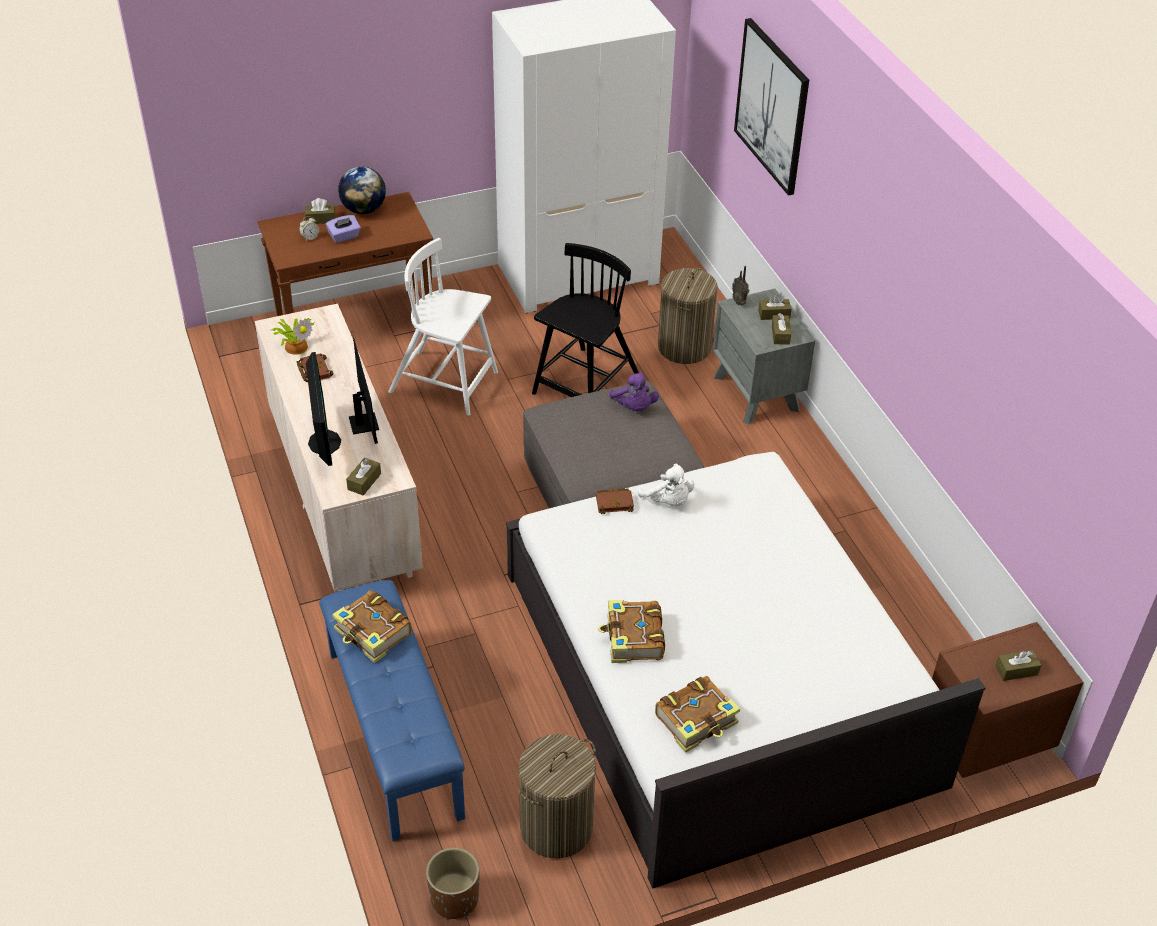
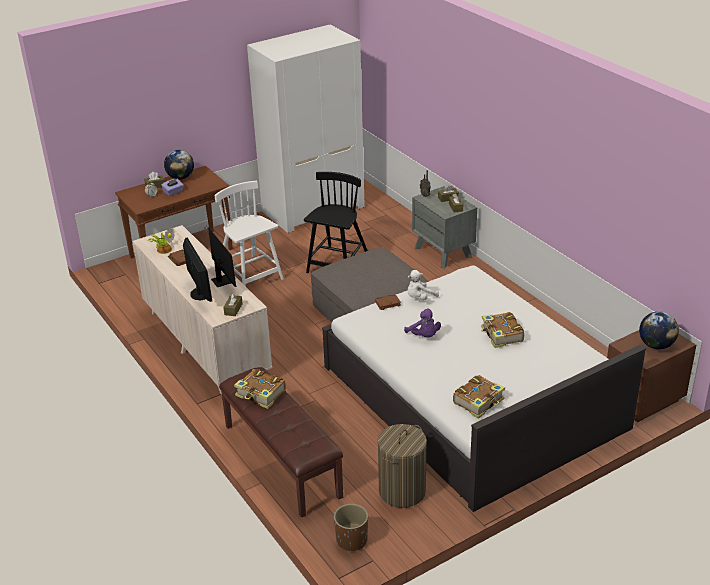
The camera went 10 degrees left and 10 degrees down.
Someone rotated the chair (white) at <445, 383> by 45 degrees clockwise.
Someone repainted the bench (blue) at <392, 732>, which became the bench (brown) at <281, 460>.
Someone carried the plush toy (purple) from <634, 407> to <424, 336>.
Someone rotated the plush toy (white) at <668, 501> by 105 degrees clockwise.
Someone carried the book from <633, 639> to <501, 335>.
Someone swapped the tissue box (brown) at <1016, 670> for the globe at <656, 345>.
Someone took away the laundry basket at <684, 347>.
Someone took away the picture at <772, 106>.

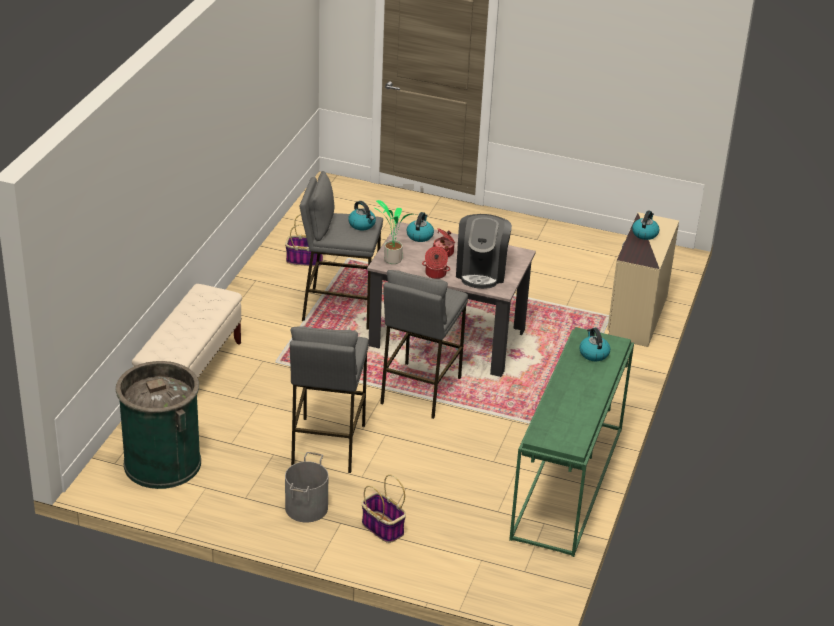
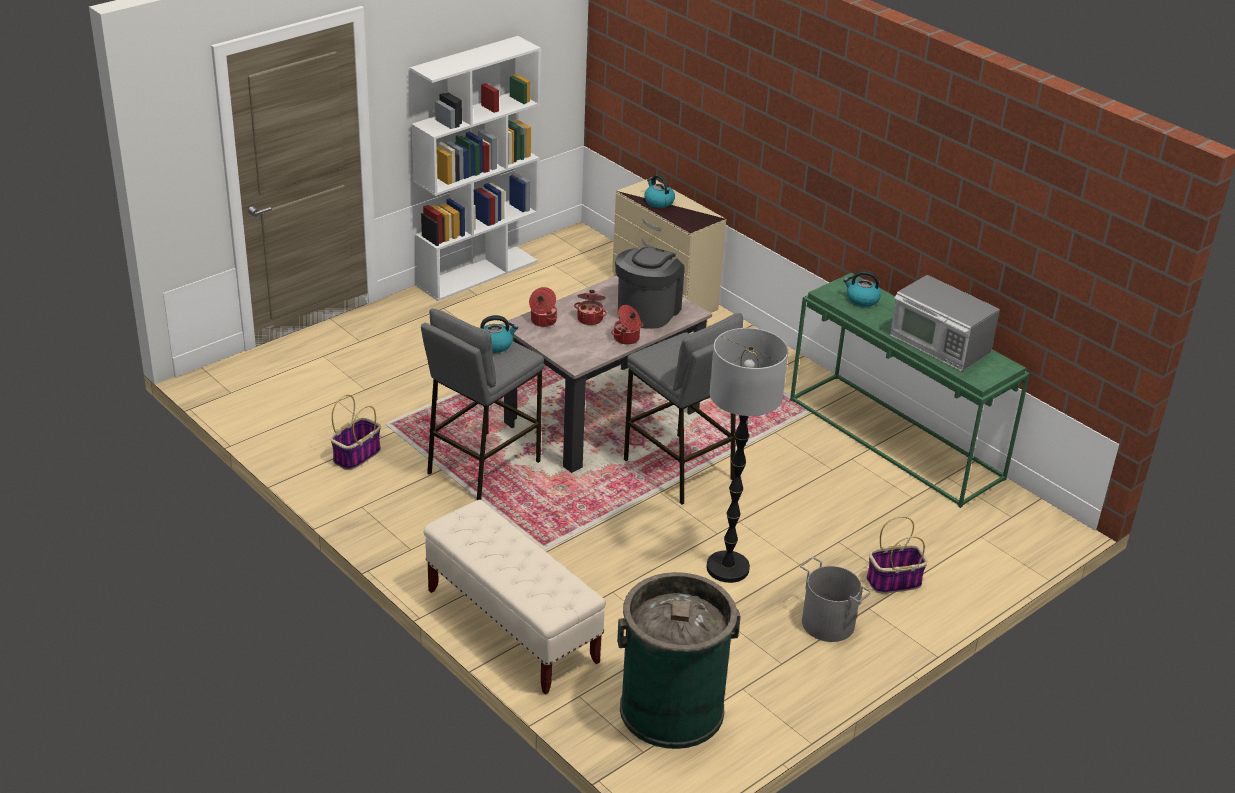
The camera went 60 degrees left and 0 degrees up.
Someone put down the bookcase (white) at <478, 273>.
Someone swapped the kettle at <420, 236> for the cooking pot at <542, 321>.
Someone rotated the coffee machine at <481, 271> by 105 degrees counterclockwise.
Someone swapped the stool (grey) at <327, 445> for the floor lamp at <727, 568>.
Someone put down the microwave at <939, 344>.
Someone took away the potted plant at <391, 260>.

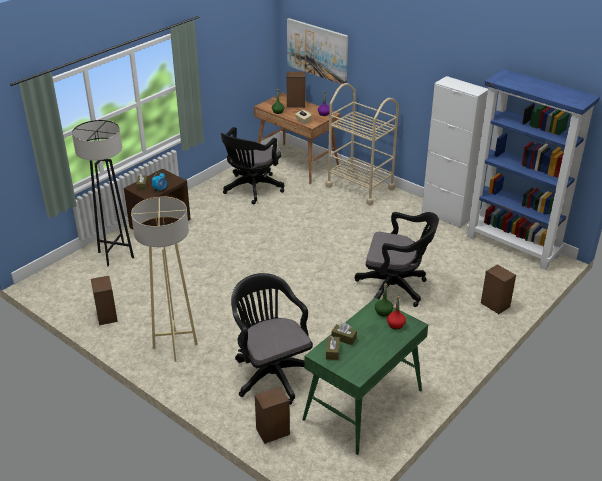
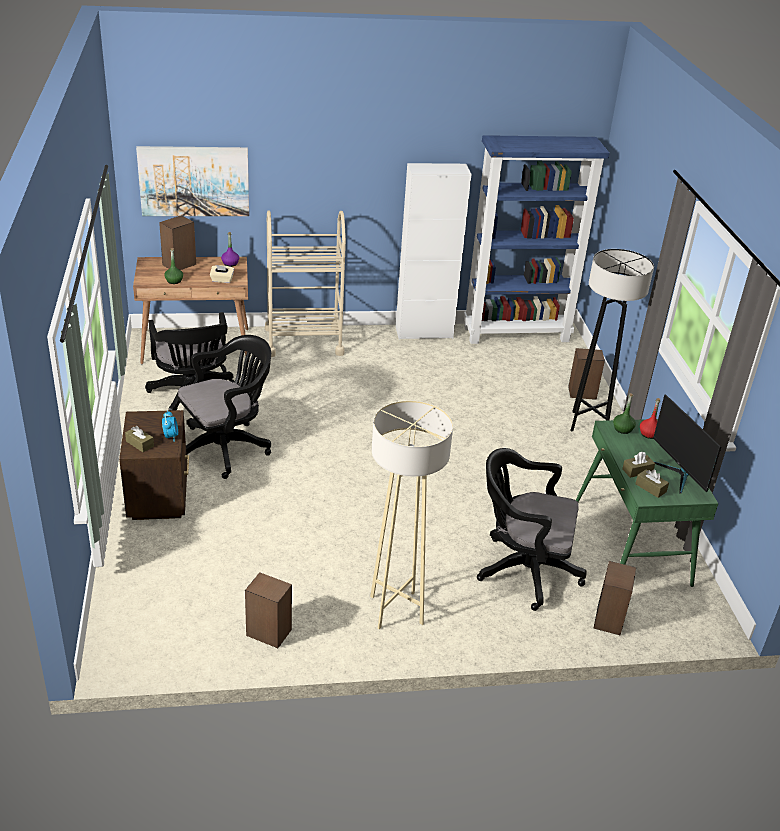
The camera went 50 degrees left and 0 degrees up.
Someone carried the office chair (black) from <395, 288> to <227, 447>.
Someone carried the floor lamp (grey) from <116, 255> to <589, 424>.
Someone put down the monitor at <678, 474>.

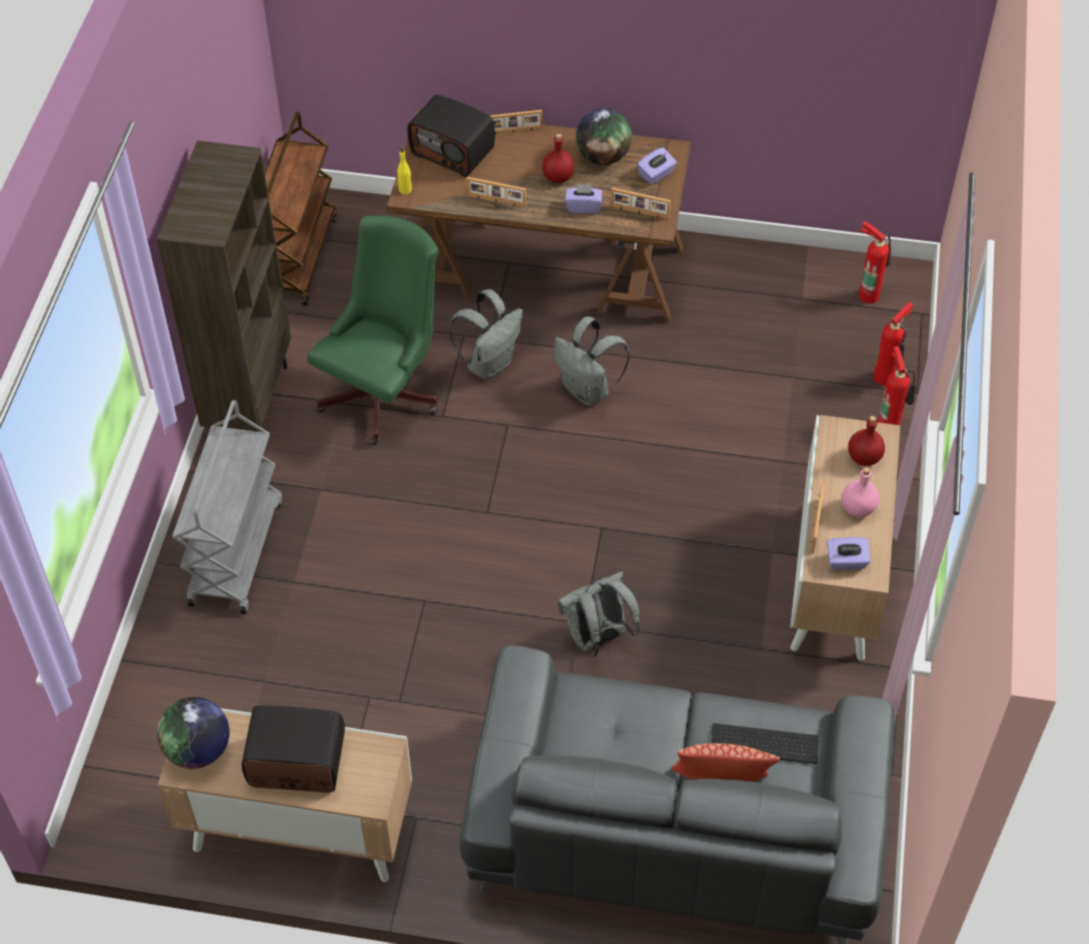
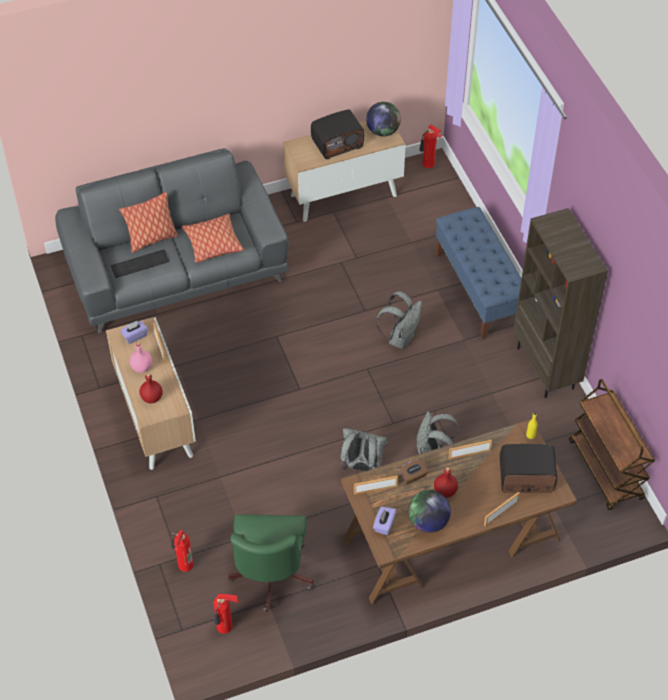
The camera went 150 degrees right and 0 degrees up.
Someone put down the pillow at <213, 243>.
Someone carried the office chair (green) from <385, 392> to <270, 578>.
Someone carried the backpack (grey) from <597, 638> to <400, 337>.
Someone repainted the tissue box (purple) at <583, 207>, which became the tissue box (brown) at <413, 476>.
Someone carried the fire extinguisher from <890, 424> to <428, 165>.
Someone swapped the cart (grey) at <235, 551> for the bench (blue) at <478, 290>.

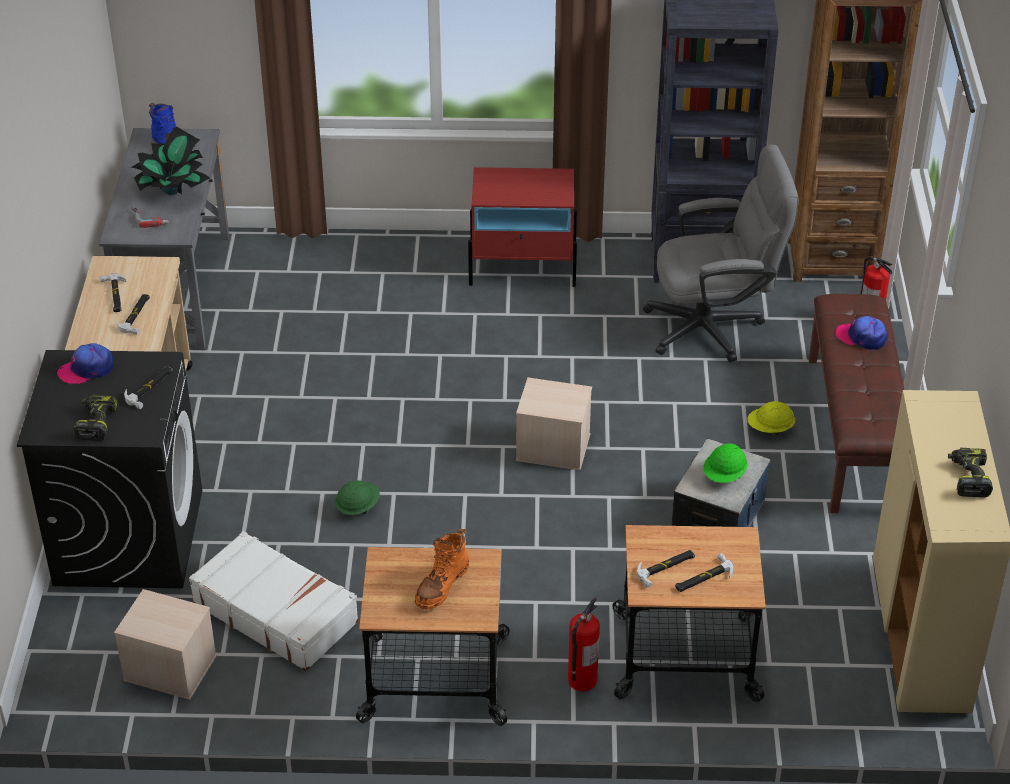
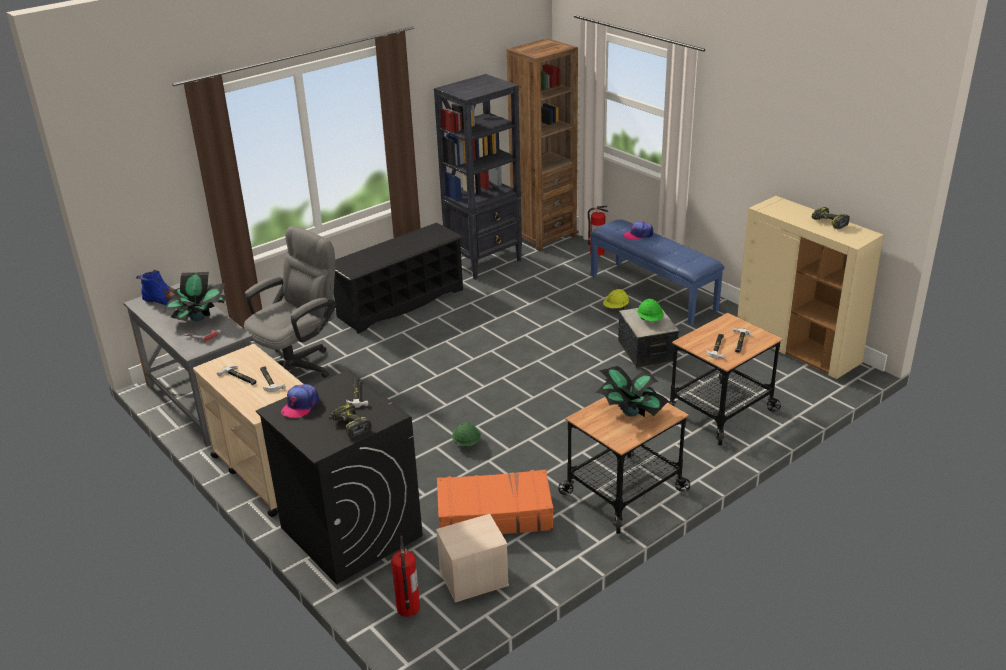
The camera went 40 degrees left and 10 degrees down.
Someone carried the office chair (grey) from <715, 327> to <298, 365>.
Someone swapped the nightstand (red) at <523, 269> for the shoe rack (black) at <400, 303>.
Someone carried the fire extinguisher from <582, 680> to <408, 608>.
Someone repainted the suitcase (white) at <276, 612>, which became the suitcase (orange) at <494, 514>.
Someone repainted the bench (brown) at <854, 433>, which became the bench (blue) at <653, 292>.
Someone swapped the boot (orange) at <441, 585> for the potted plant at <630, 412>.
Someone took away the storage box (beige) at <552, 448>.

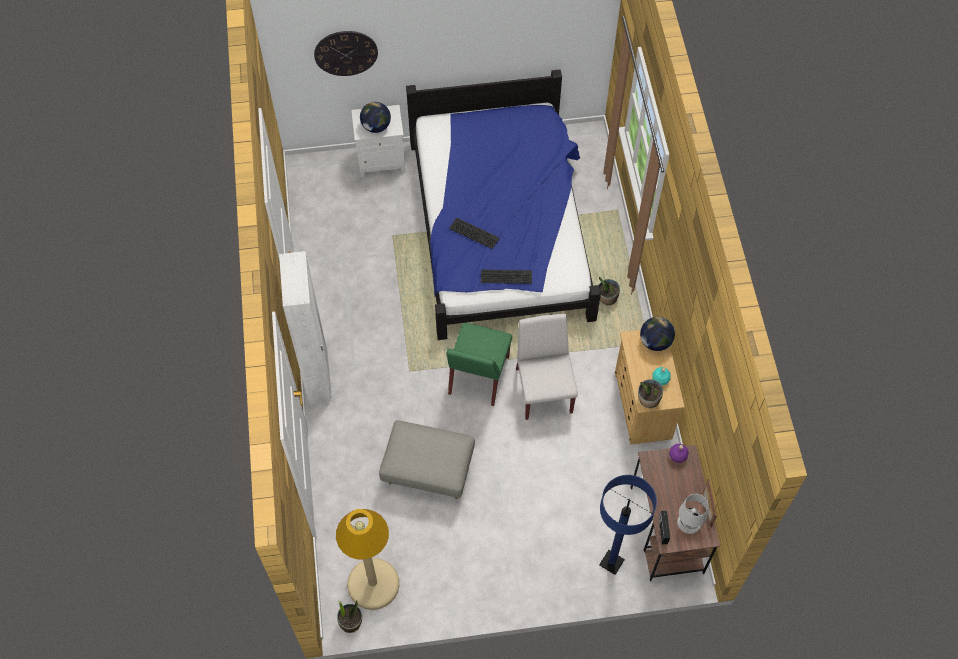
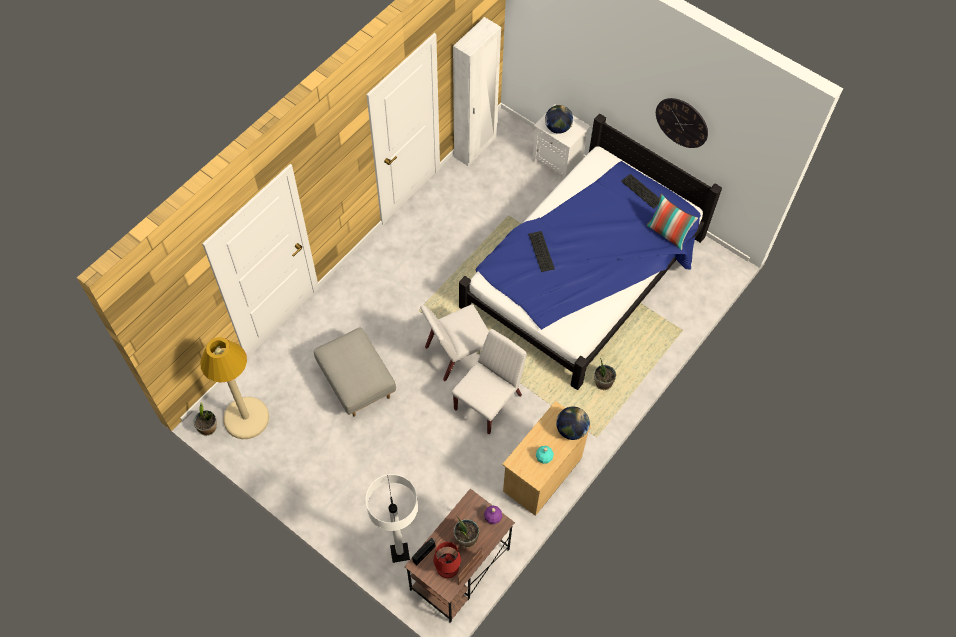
The camera went 45 degrees right and 0 degrees up.
Someone repainted the floor lamp (blue) at <611, 562>, which became the floor lamp (white) at <400, 553>.
Someone repainted the chair (green) at <478, 376>, which became the chair (white) at <457, 353>.
Someone repainted the table lamp (white) at <689, 522>, which became the table lamp (red) at <447, 567>.
Someone carried the wardrobe (white) from <318, 378> to <475, 148>.
Someone carried the potted plant from <648, 400> to <466, 538>.
Someone carried the keyboard from <507, 276> to <642, 191>.
Someone put down the pillow at <668, 233>.
Someone carried the wall clock from <346, 53> to <682, 122>.

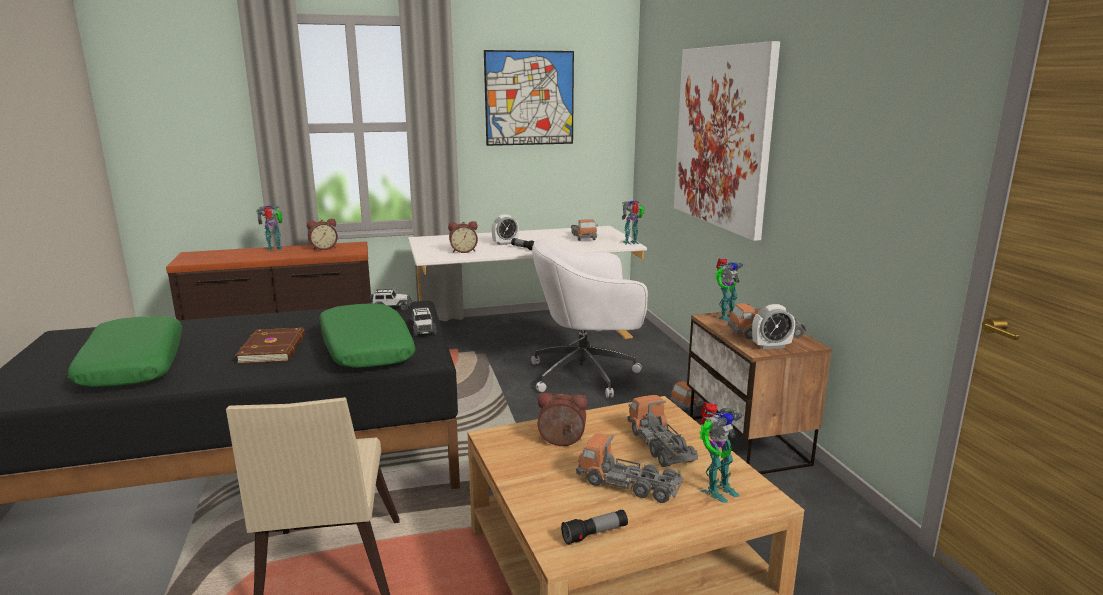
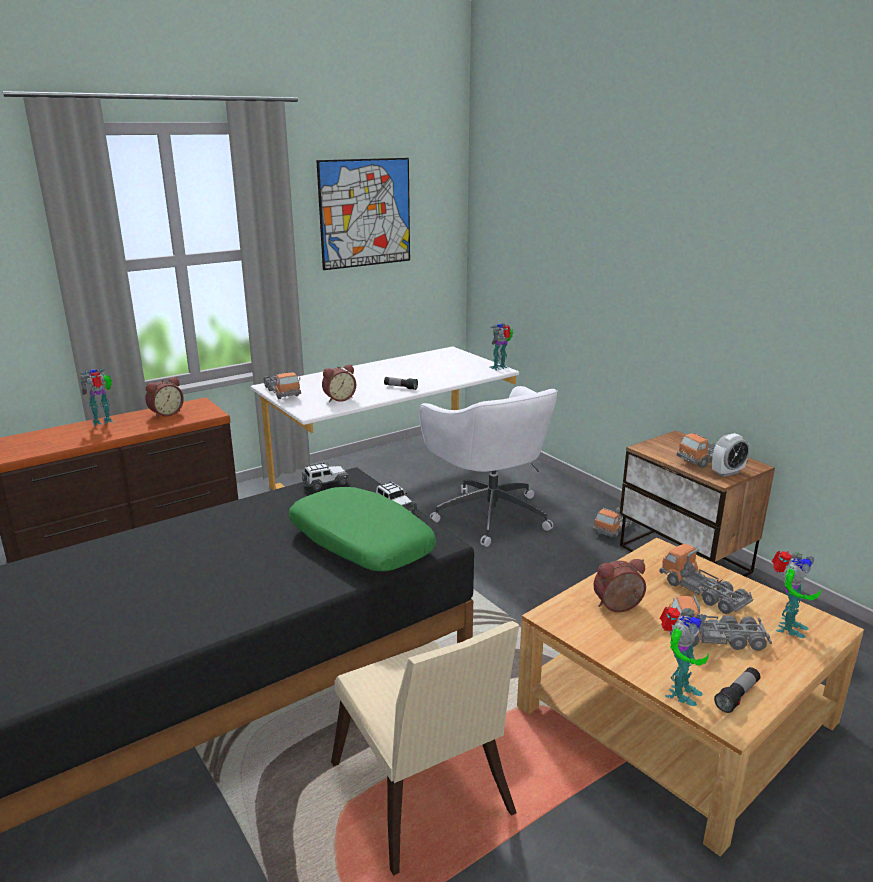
The camera went 20 degrees left and 5 degrees up.
Someone carried the toy truck from <583, 237> to <282, 392>.
Someone rotated the office chair (white) at <586, 374> by 90 degrees counterclockwise.
Someone carried the toy robot from <726, 317> to <678, 692>.
Someone took away the pillow (green) at <132, 365>.
Someone took away the book (brown) at <274, 349>.
Someone took away the alarm clock at <505, 243>.
Someone took away the picture at <722, 137>.

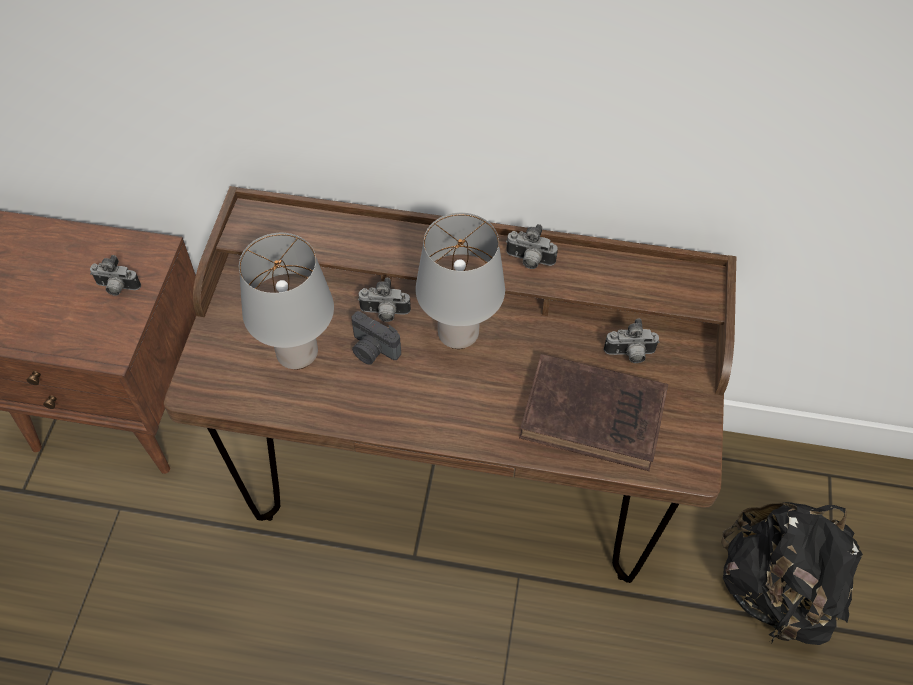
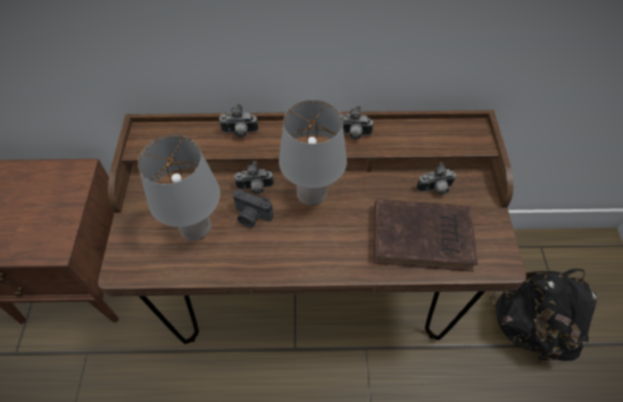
The camera went 10 degrees left and 0 degrees up.
Someone carried the photo camera from <117, 288> to <239, 133>.

